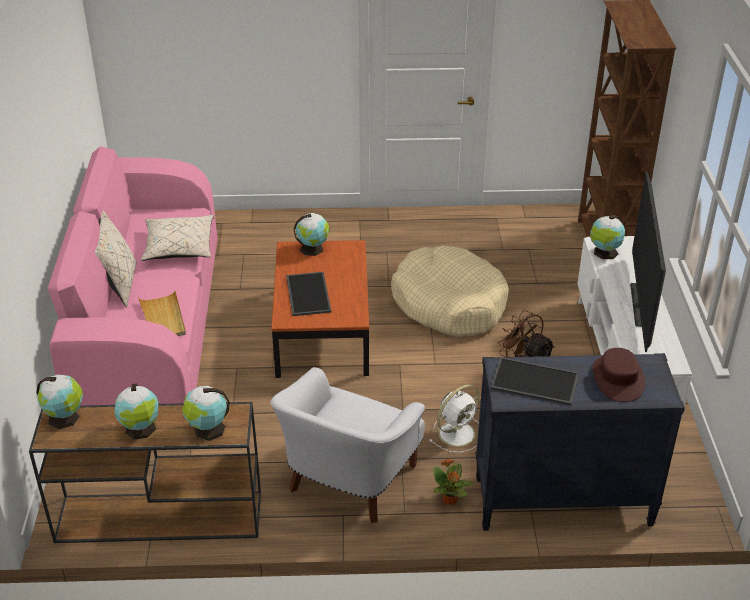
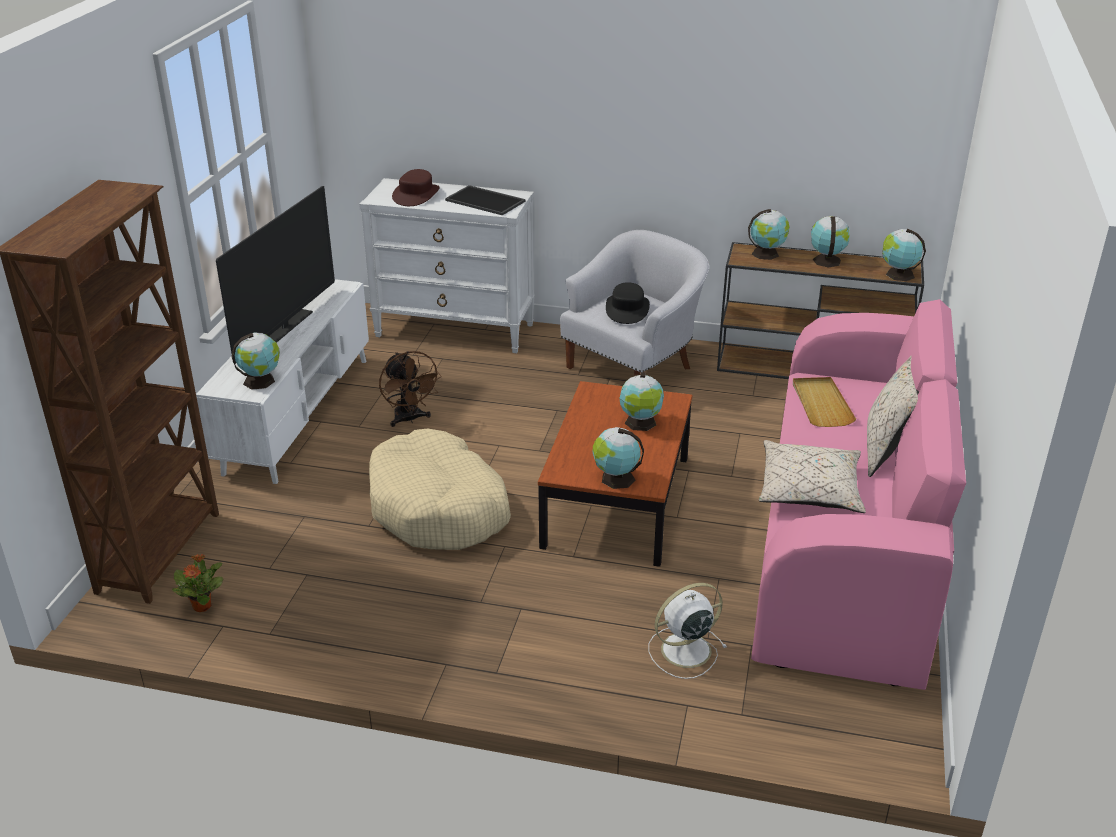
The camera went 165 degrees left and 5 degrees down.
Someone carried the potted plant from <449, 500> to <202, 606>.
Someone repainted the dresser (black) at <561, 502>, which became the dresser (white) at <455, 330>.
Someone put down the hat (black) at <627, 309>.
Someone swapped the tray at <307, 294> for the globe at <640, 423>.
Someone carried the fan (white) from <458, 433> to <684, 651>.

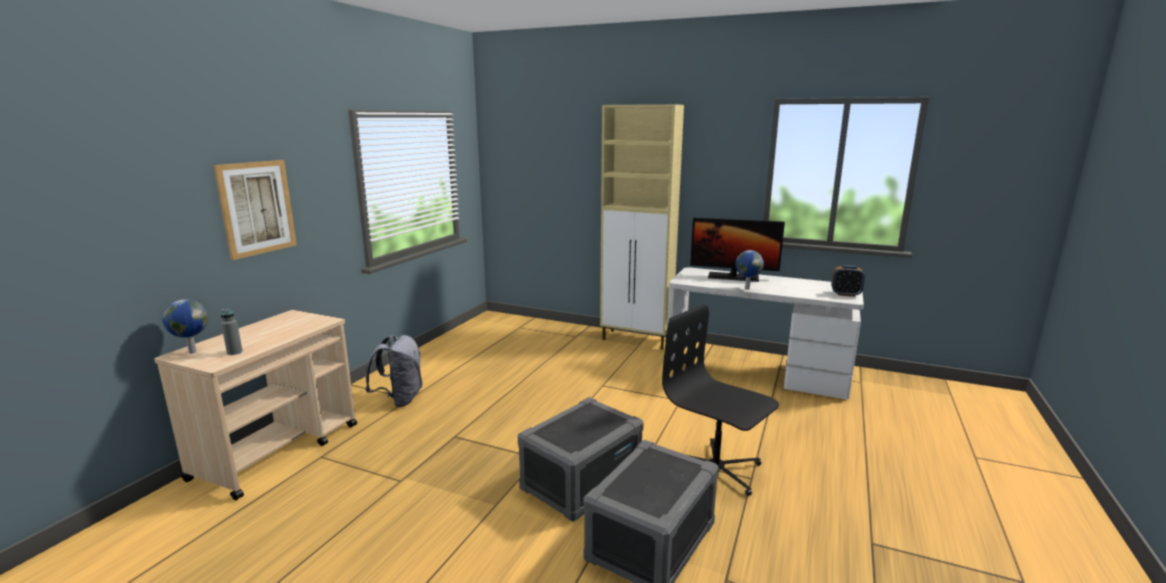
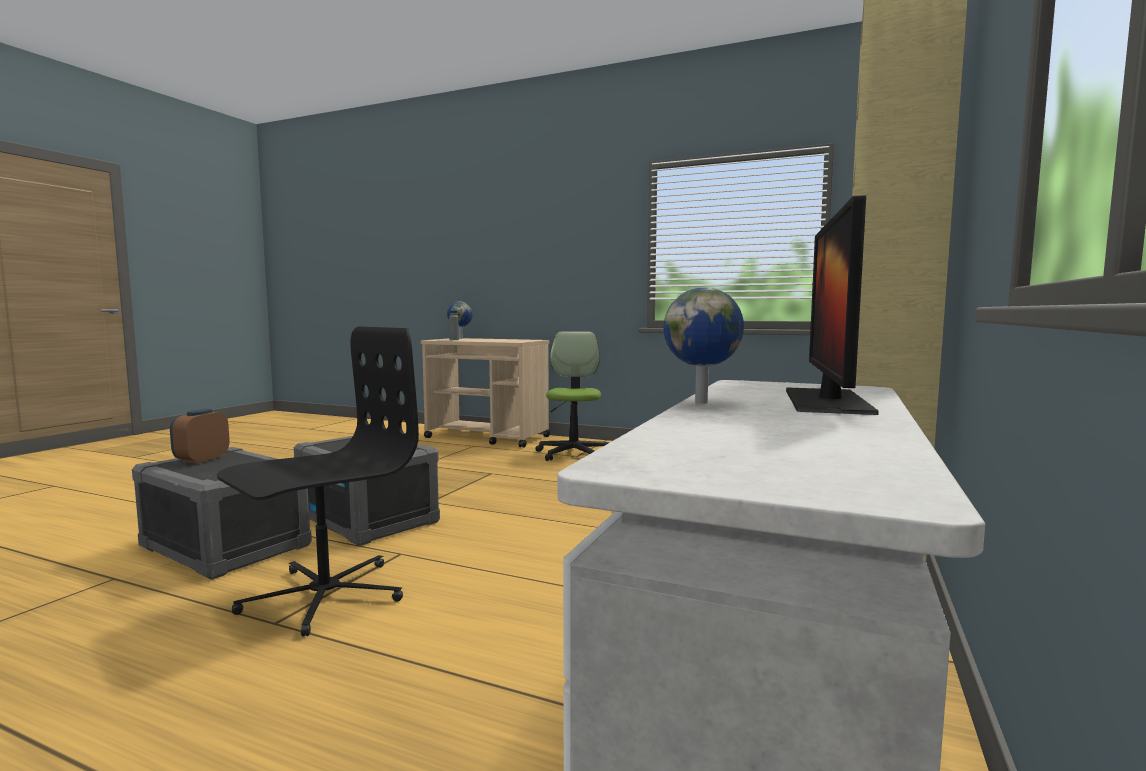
The camera went 90 degrees right and 10 degrees down.
Someone carried the alarm clock from <845, 294> to <202, 459>.
Someone swapped the backpack (grey) at <400, 399> for the office chair at <573, 454>.
Someone took away the picture at <257, 208>.

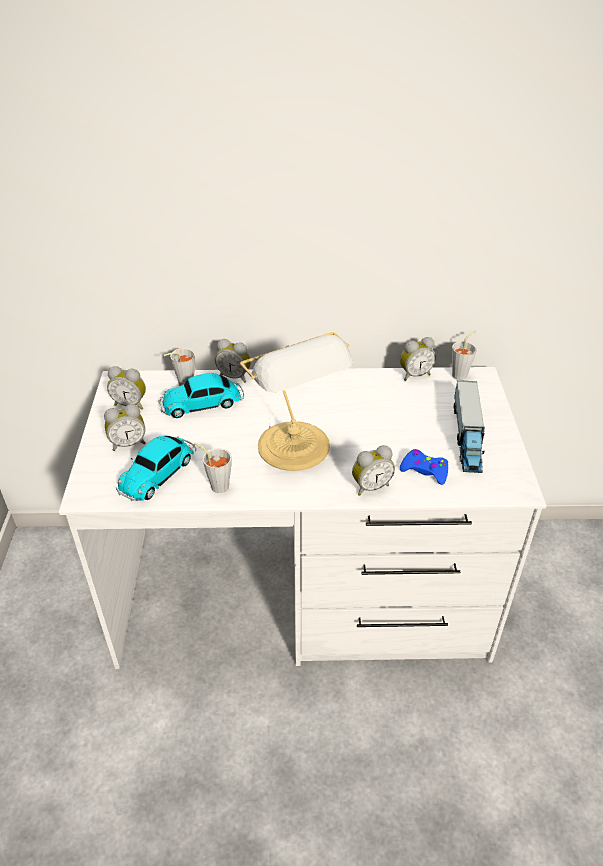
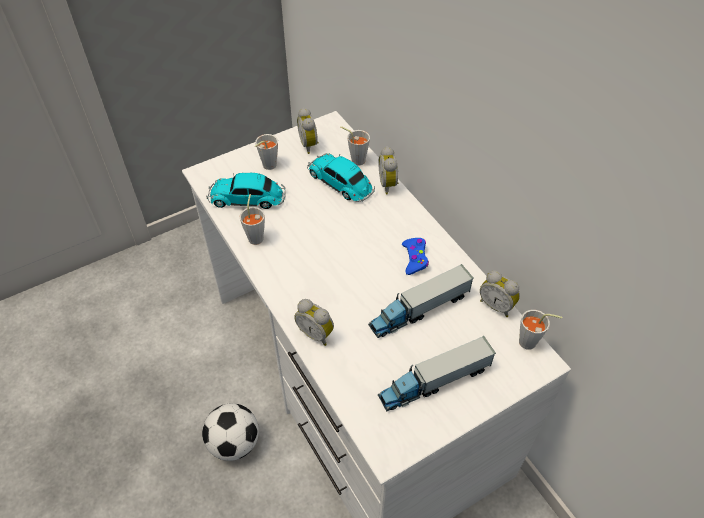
The camera went 60 degrees right and 10 degrees up.
Someone put down the football at <234, 443>.
Someone swapped the alarm clock at <128, 443> for the cup (grey) at <267, 166>.
Someone put down the toy truck at <419, 310>.
Someone carried the game controller (blue) from <424, 471> to <415, 258>.
Someone took away the table lamp at <296, 448>.

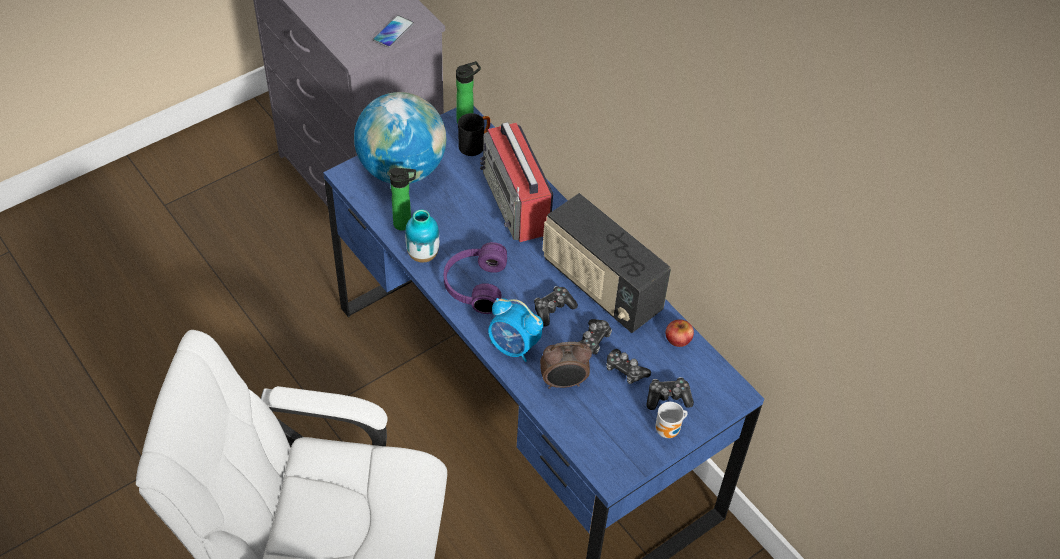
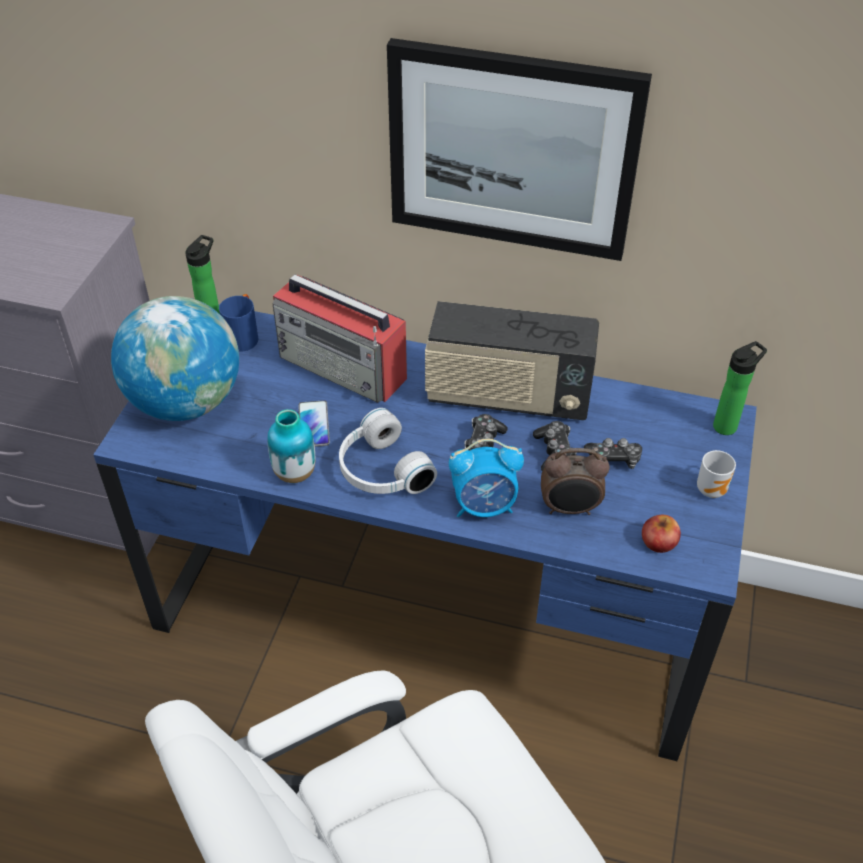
The camera went 35 degrees left and 5 degrees down.
Someone repainted the mug (black) at <475, 144>, which became the mug (blue) at <244, 336>.
Someone carried the phone from <393, 32> to <313, 425>.
Someone repainted the headphones (purple) at <473, 285>, which became the headphones (white) at <380, 470>.
Someone put up the picture at <512, 150>.
Someone rotated the alarm clock at <564, 383> by 45 degrees clockwise.
Someone carried the apple from <678, 338> to <658, 542>.
Someone carried the bottle from <405, 224> to <727, 425>.
Someone took away the game controller at <668, 397>.

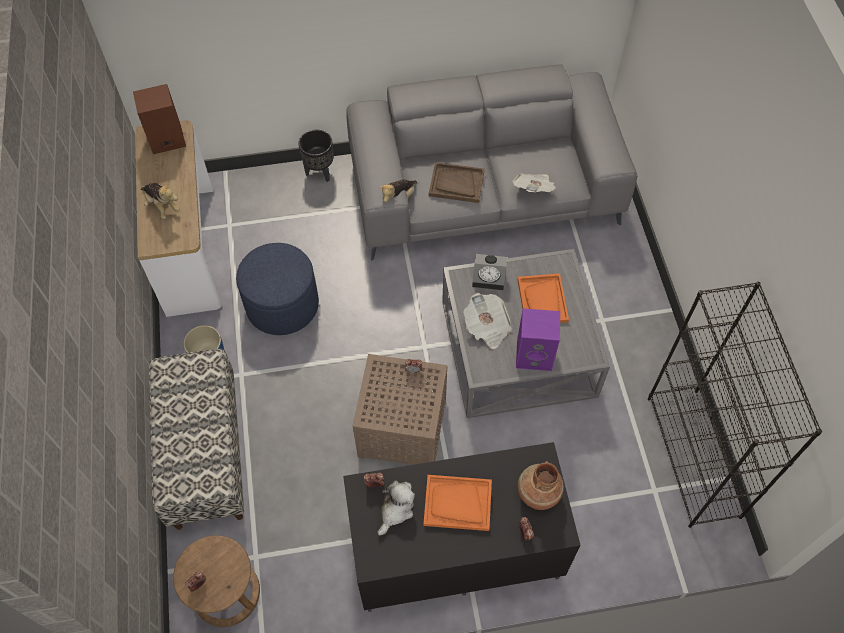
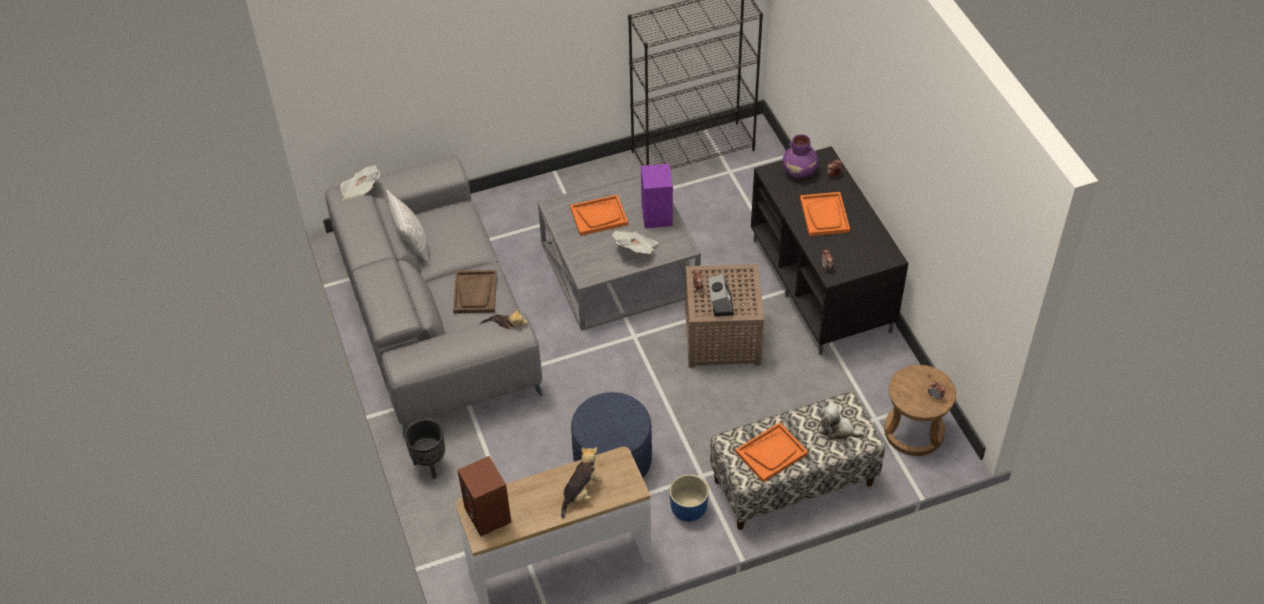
The camera went 100 degrees left and 10 degrees down.
Someone carried the newspaper from <534, 190> to <360, 191>.
Someone put down the pillow at <412, 246>.
Someone carried the alarm clock from <490, 278> to <720, 303>.
Someone put down the tray (orange) at <771, 453>.
Someone repainted the vase (brown) at <538, 493>, which became the vase (purple) at <799, 172>.
Someone carried the plush toy from <396, 510> to <837, 430>.

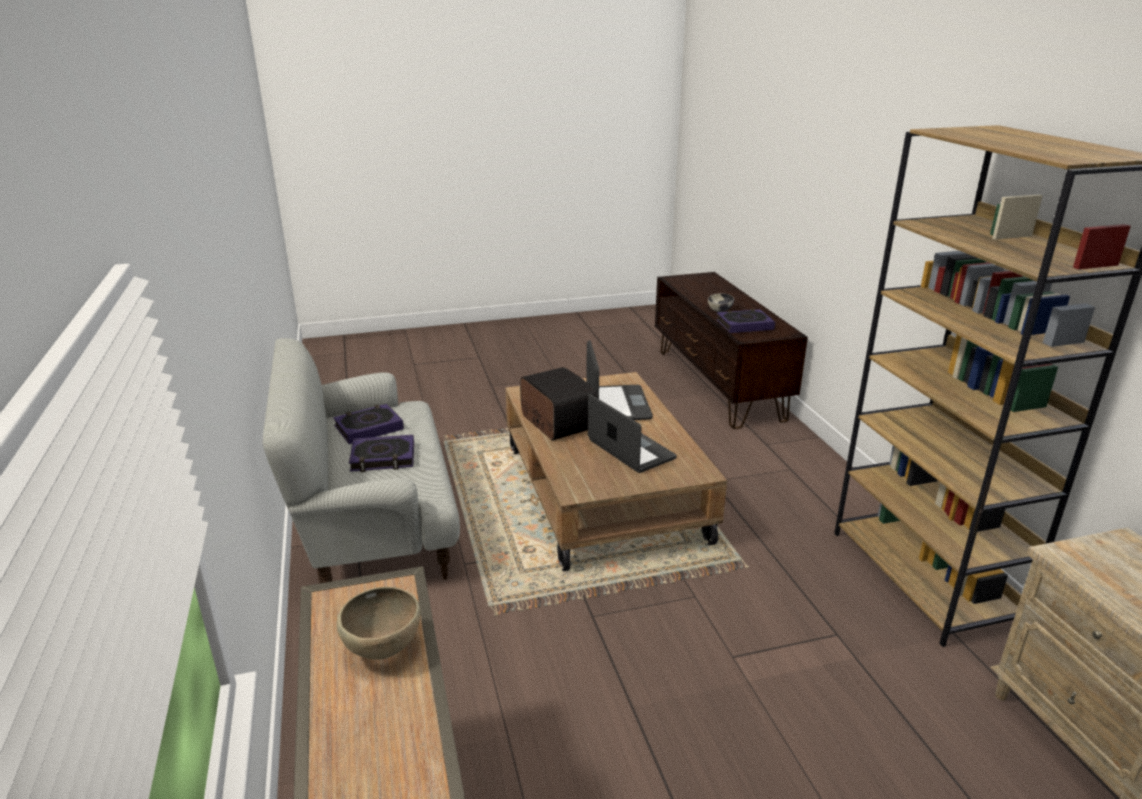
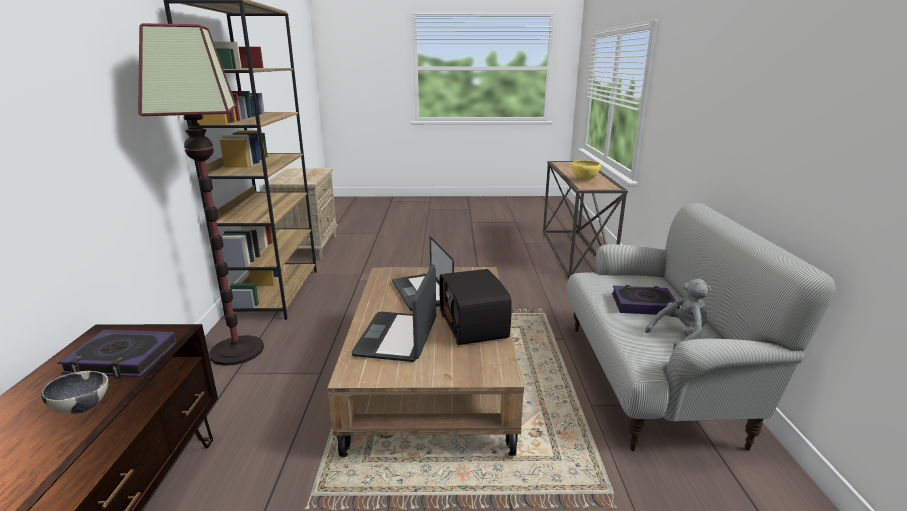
The camera went 165 degrees left and 5 degrees down.
Someone put down the floor lamp at <236, 350>.
Someone repainted the bowl (brown) at <384, 650>, which became the bowl (yellow) at <584, 180>.
Someone swapped the book at <369, 428> for the plush toy (grey) at <679, 336>.

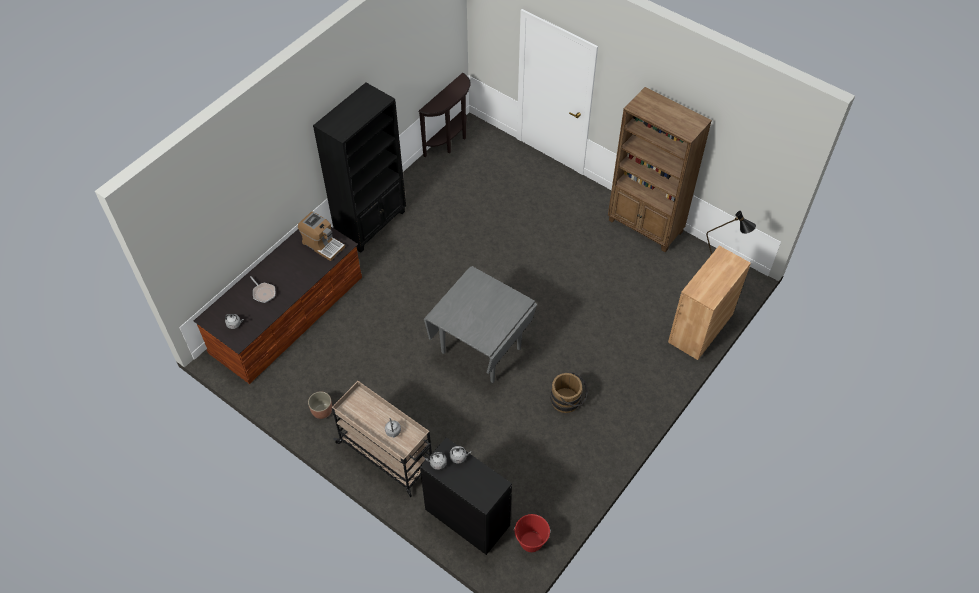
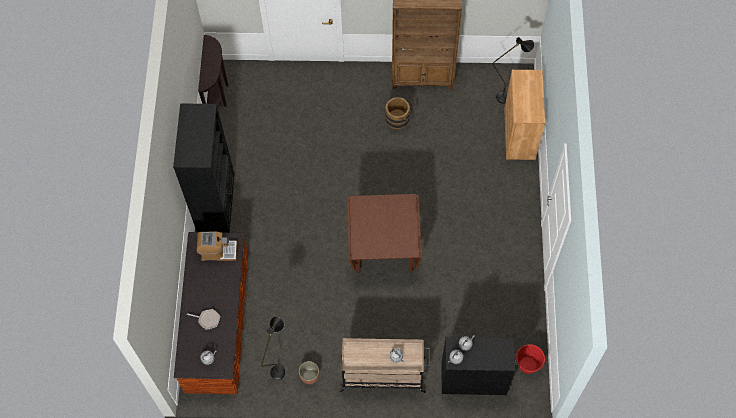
The camera went 35 degrees left and 10 degrees up.
Someone put down the floor lamp (black) at <280, 367>.
Someone repainted the dining table (grey) at <481, 349>, which became the dining table (brown) at <383, 251>.
Someone carried the bucket (brown) from <568, 401> to <399, 118>.

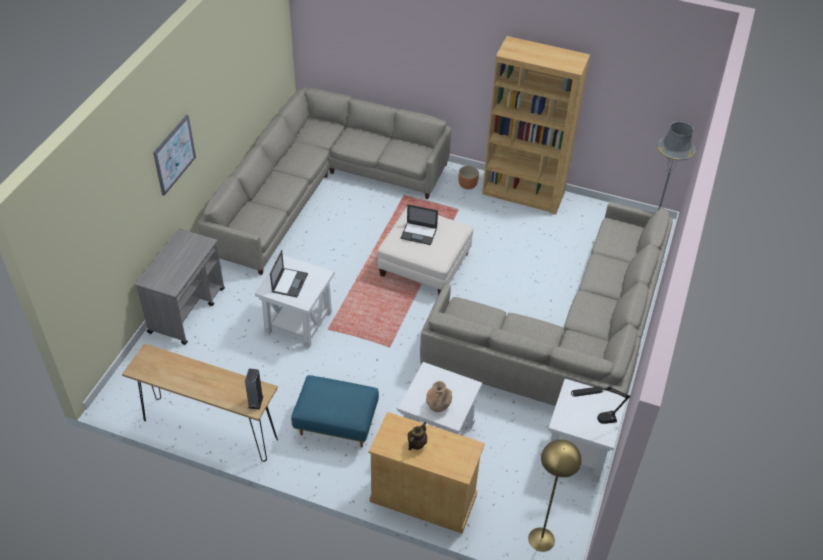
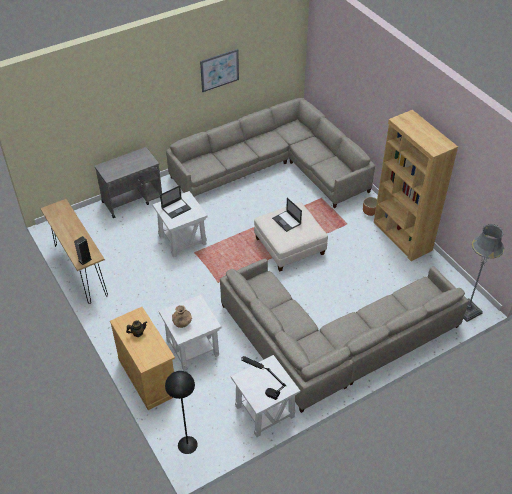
The camera went 40 degrees right and 0 degrees up.
Someone repainted the floor lamp (yellow) at <541, 539>, which became the floor lamp (black) at <187, 445>.
Someone carried the picture from <174, 154> to <219, 70>.
Someone took away the ottoman (blue) at <336, 425>.

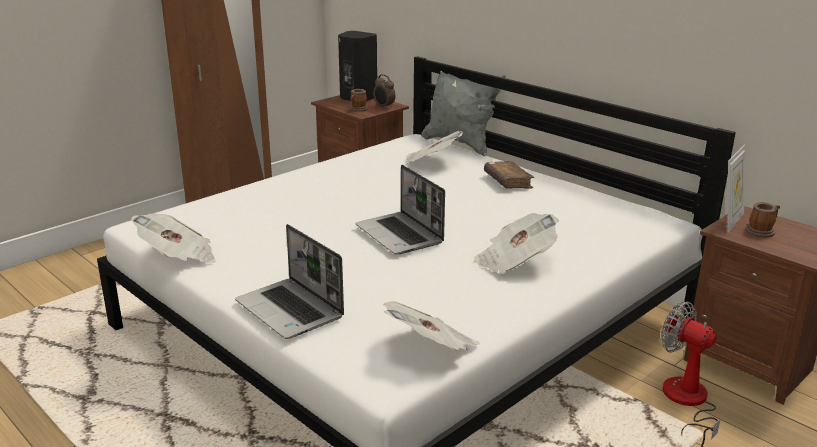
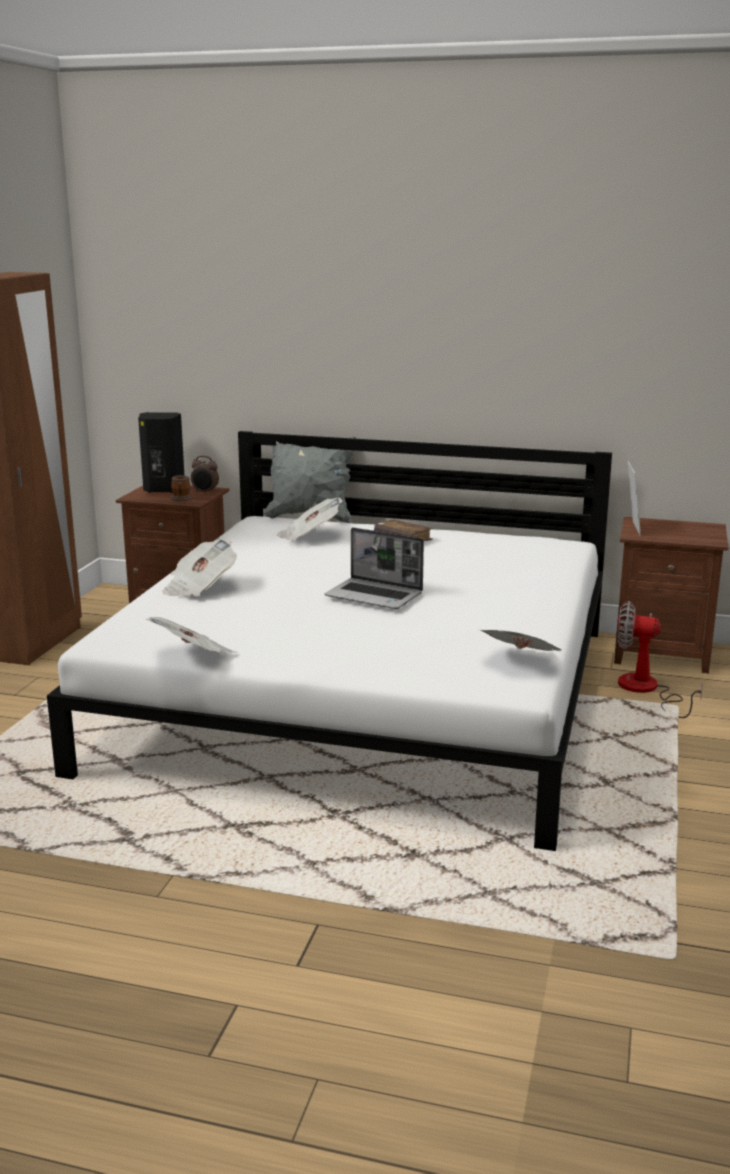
The camera went 30 degrees left and 5 degrees down.
Someone carried the newspaper from <514, 262> to <199, 588>.
Someone took away the laptop at <291, 310>.
Someone took away the mug at <762, 231>.

